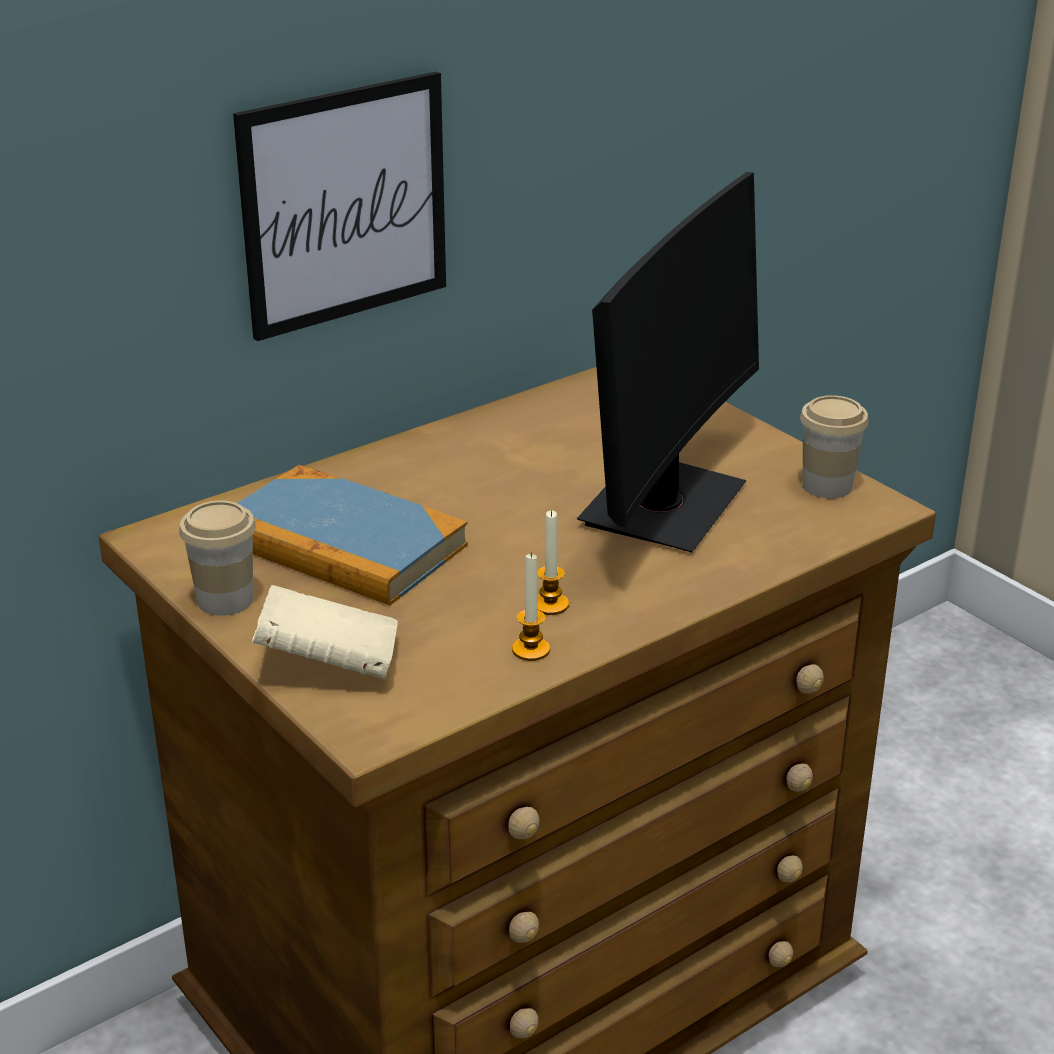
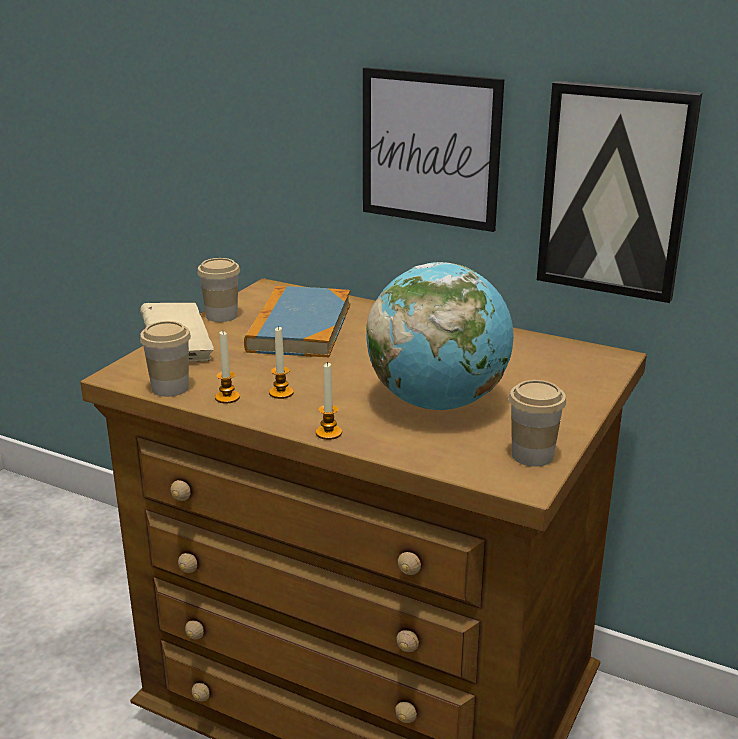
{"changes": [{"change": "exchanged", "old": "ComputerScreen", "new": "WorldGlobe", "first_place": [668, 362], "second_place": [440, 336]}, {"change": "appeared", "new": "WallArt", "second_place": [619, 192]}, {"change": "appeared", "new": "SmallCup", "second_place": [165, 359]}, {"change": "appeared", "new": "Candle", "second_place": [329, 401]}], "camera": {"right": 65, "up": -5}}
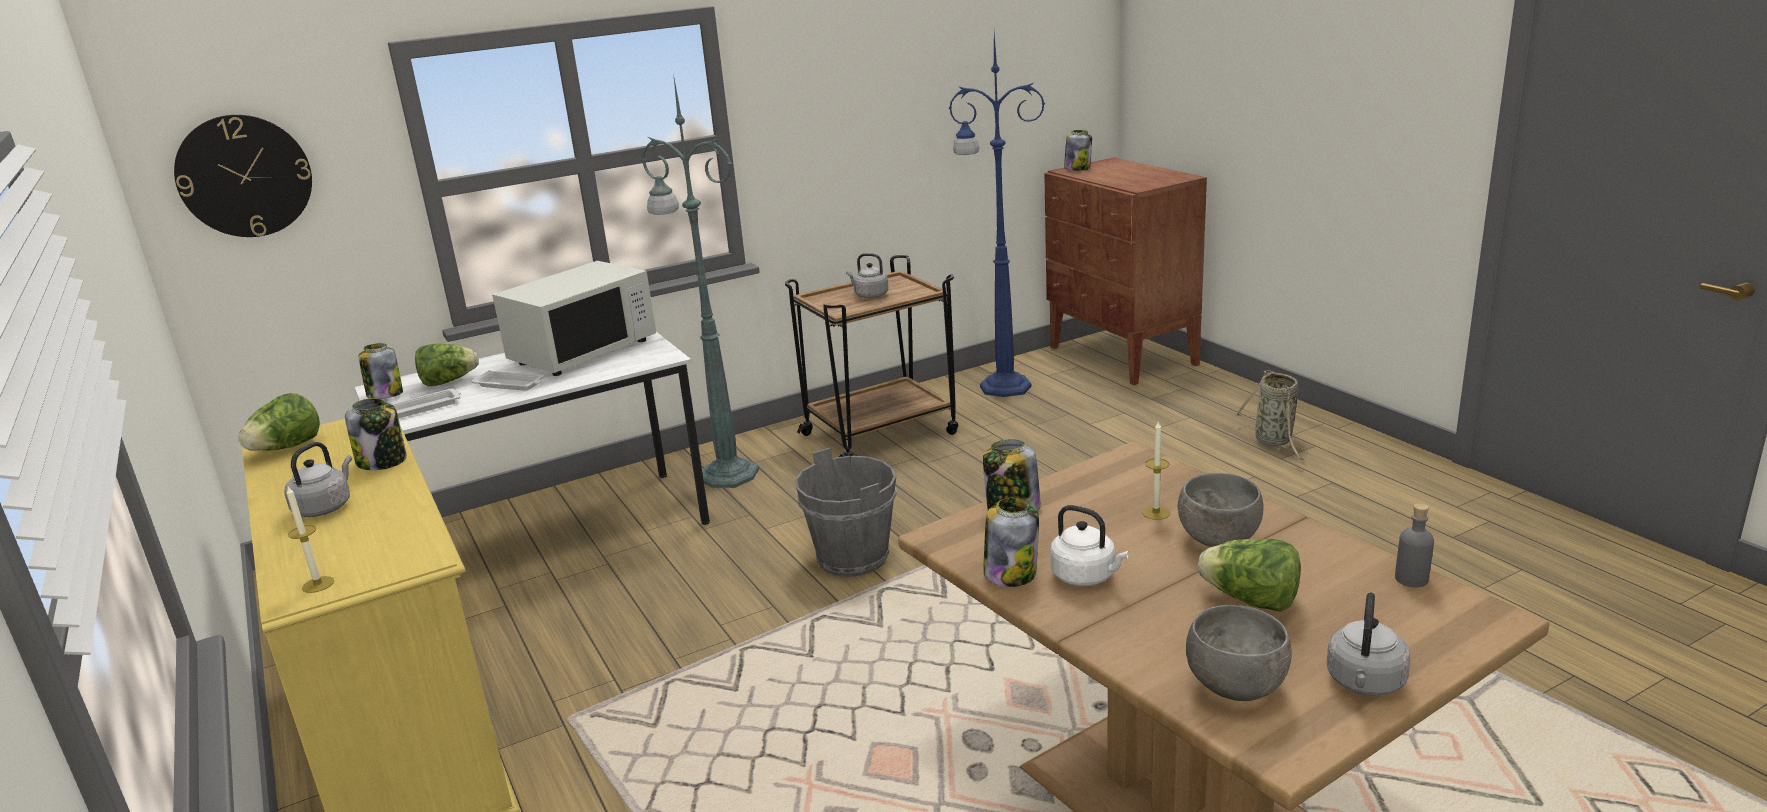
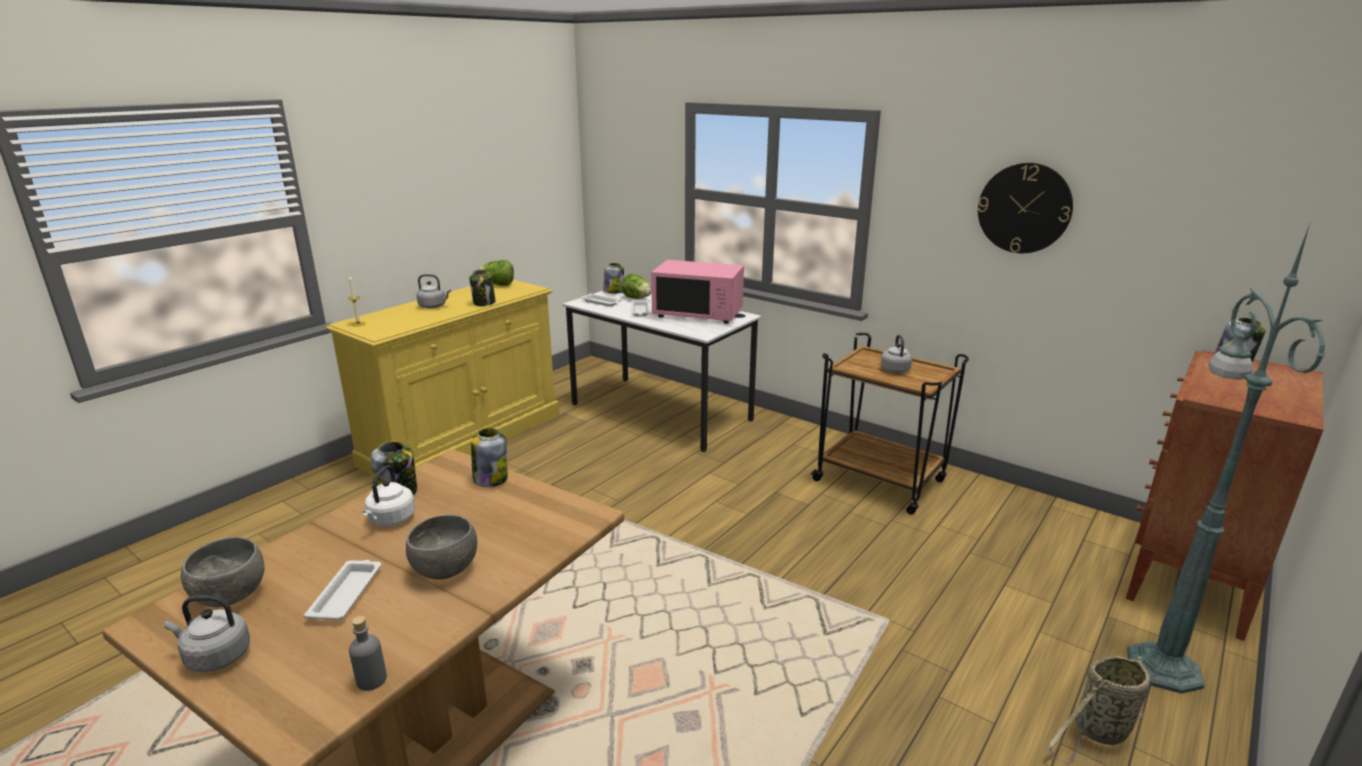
{"changes": [{"change": "missing", "old": "BlueStandardLamp", "first_place": [997, 215]}, {"change": "relocated", "old": "GreenishStandardLamp", "first_place": [700, 280], "second_place": [1226, 459]}, {"change": "relocated", "old": "WallClock", "first_place": [243, 176], "second_place": [1025, 208]}, {"change": "colour", "old": "WhitishKitchenMicrowave", "new": "PinkKitchenMicrowave", "first_place": [574, 318], "second_place": [697, 292]}, {"change": "missing", "old": "Candle", "first_place": [1156, 470]}, {"change": "missing", "old": "GreyPail", "first_place": [846, 512]}, {"change": "exchanged", "old": "Lettuce", "new": "WhitishServingTray", "first_place": [1249, 575], "second_place": [342, 590]}], "camera": {"right": 65, "up": 0}}
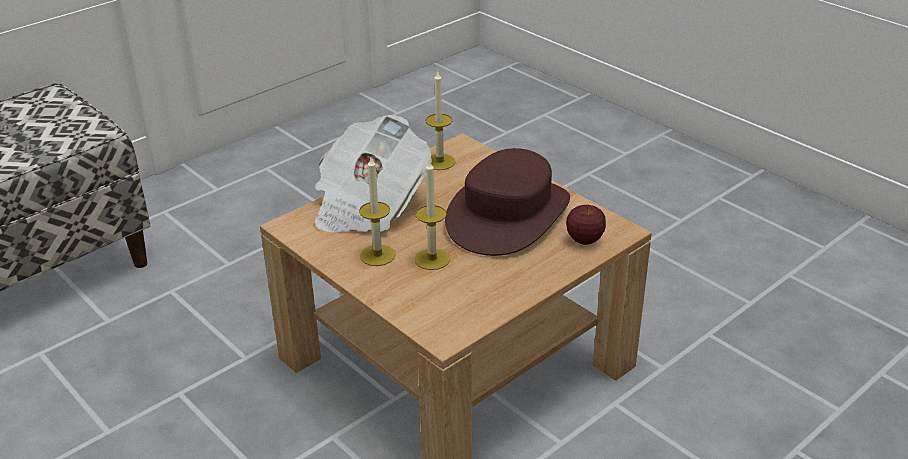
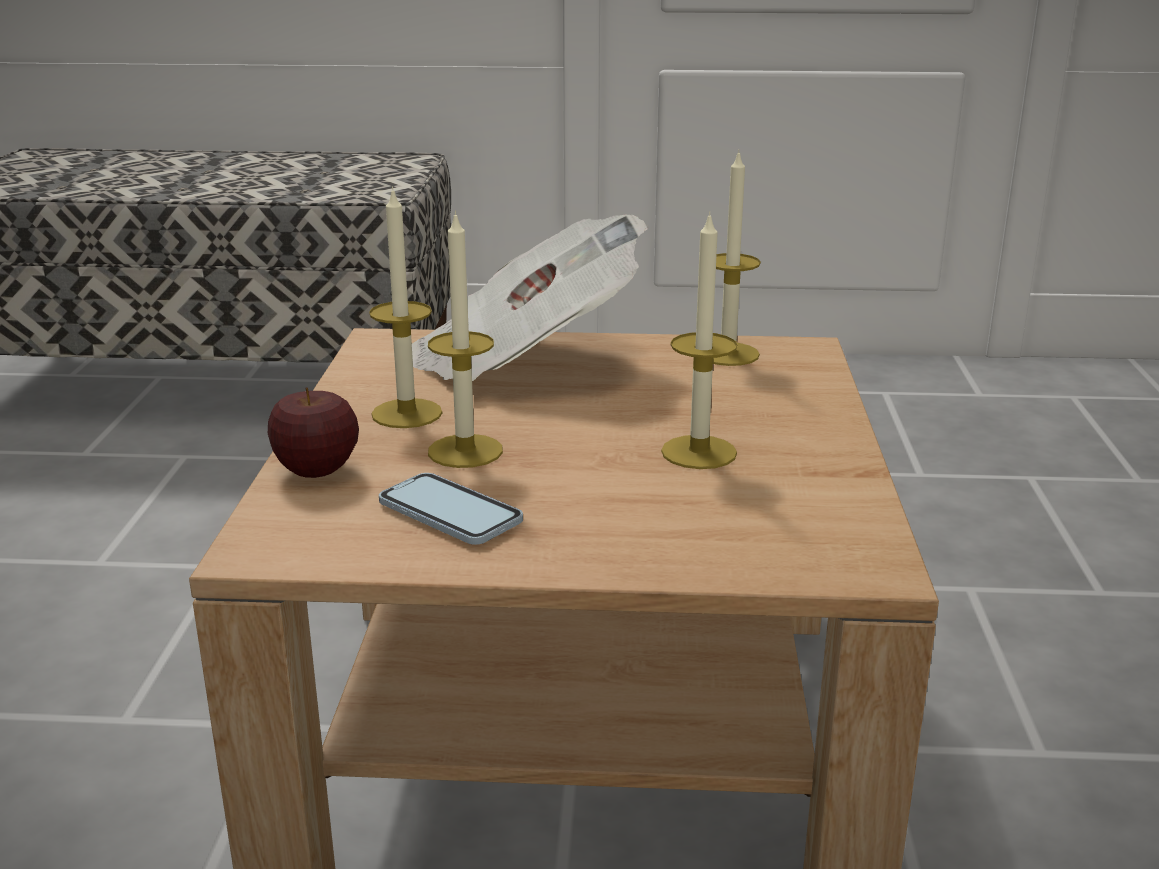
{"changes": [{"change": "exchanged", "old": "BrownColouredWearableHat", "new": "Candle", "first_place": [507, 202], "second_place": [699, 340]}, {"change": "relocated", "old": "WholeApple", "first_place": [586, 225], "second_place": [313, 432]}, {"change": "appeared", "new": "Telephone", "second_place": [451, 509]}], "camera": {"right": 45, "up": -10}}
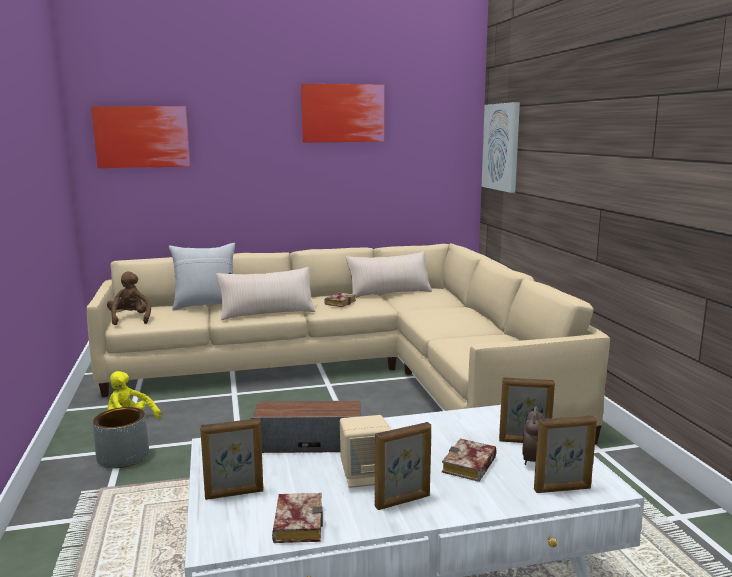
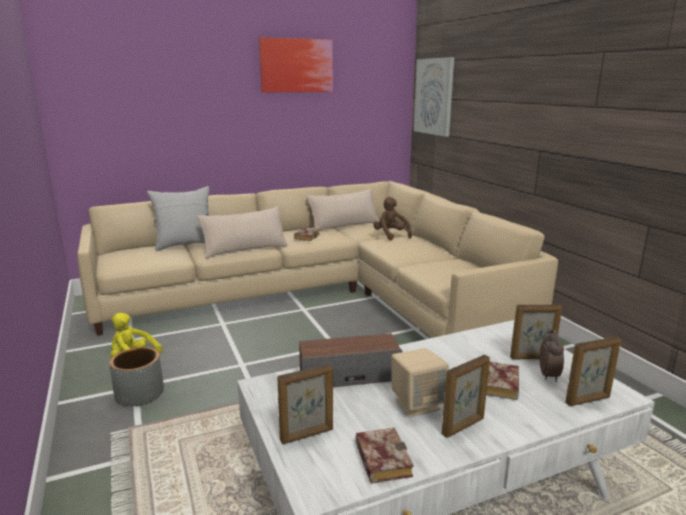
{"changes": [{"change": "missing", "old": "WallArt", "first_place": [140, 137]}, {"change": "relocated", "old": "BrownColouredCuddlyToy", "first_place": [129, 298], "second_place": [392, 218]}], "camera": {"right": -10, "up": 5}}
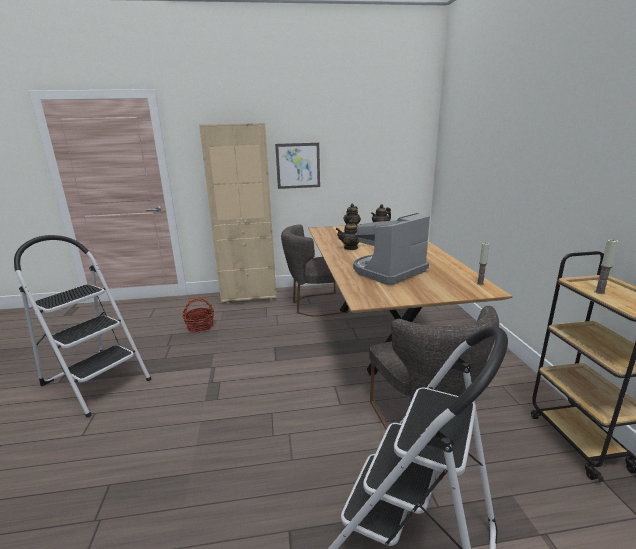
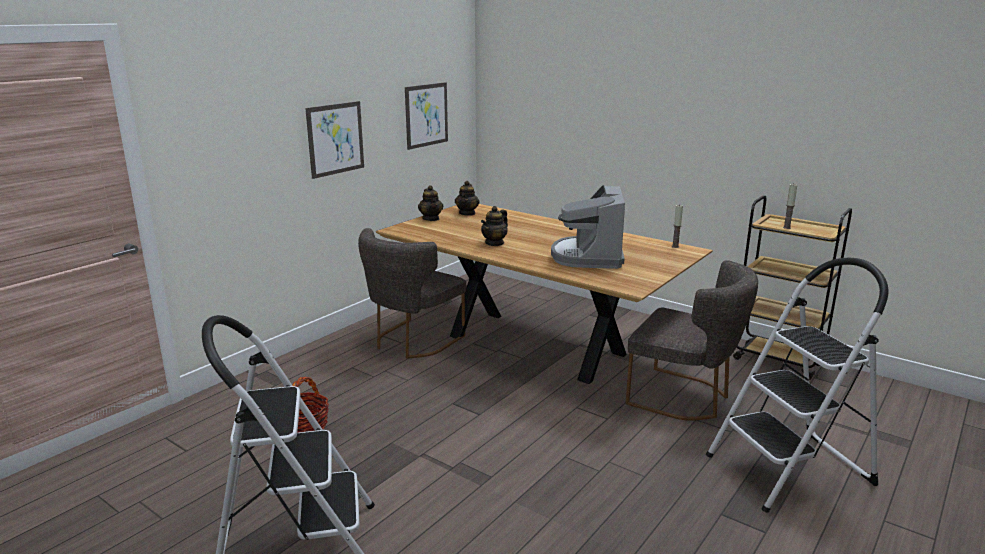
{"changes": [{"change": "missing", "old": "SandColouredCupboard", "first_place": [238, 213]}, {"change": "appeared", "new": "WallArt", "second_place": [426, 116]}], "camera": {"right": -45, "up": 0}}
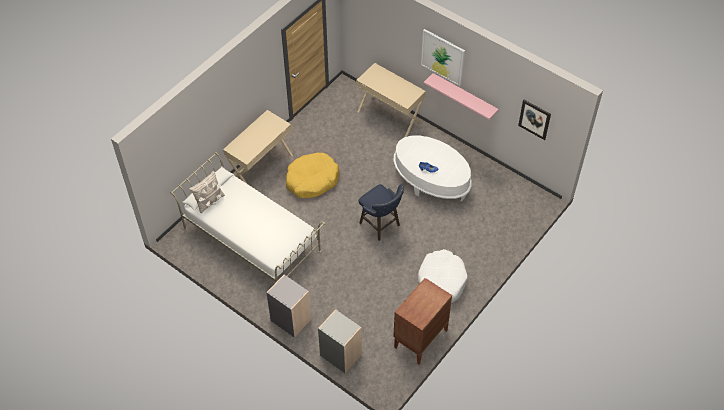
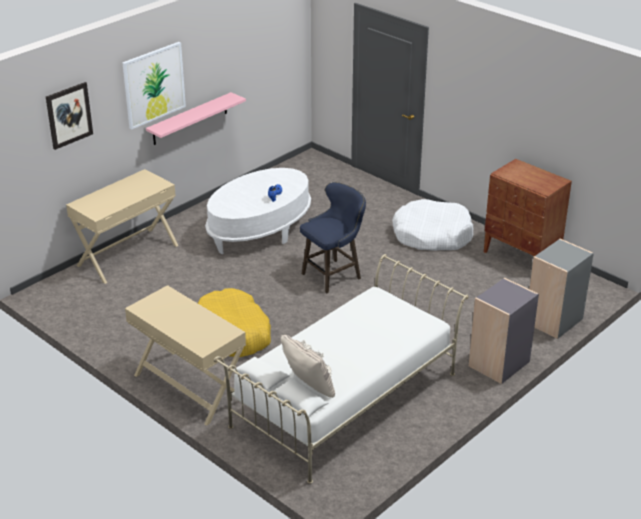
{"changes": [{"change": "relocated", "old": "WallArt", "first_place": [534, 120], "second_place": [69, 116]}], "camera": {"right": -85, "up": -20}}
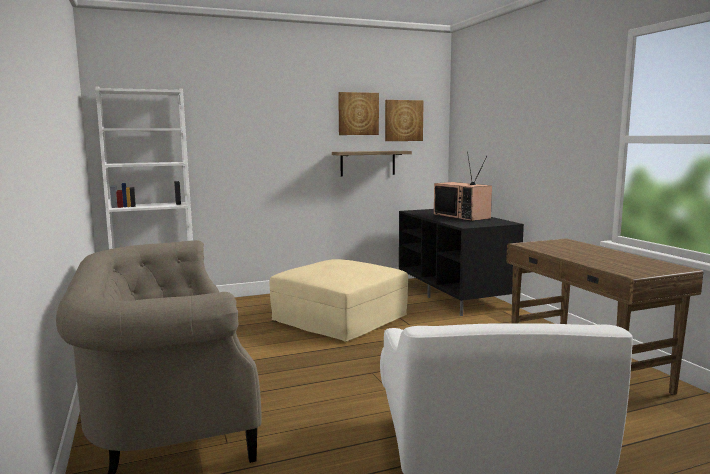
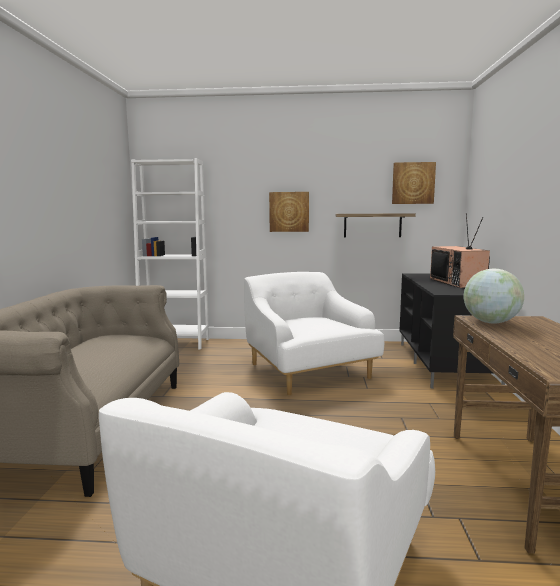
{"changes": [{"change": "relocated", "old": "WallArt", "first_place": [358, 113], "second_place": [289, 212]}, {"change": "exchanged", "old": "SandColouredFootrest", "new": "WhitishLoungeChair", "first_place": [338, 300], "second_place": [314, 333]}, {"change": "appeared", "new": "WorldGlobe", "second_place": [494, 296]}], "camera": {"right": 25, "up": 0}}
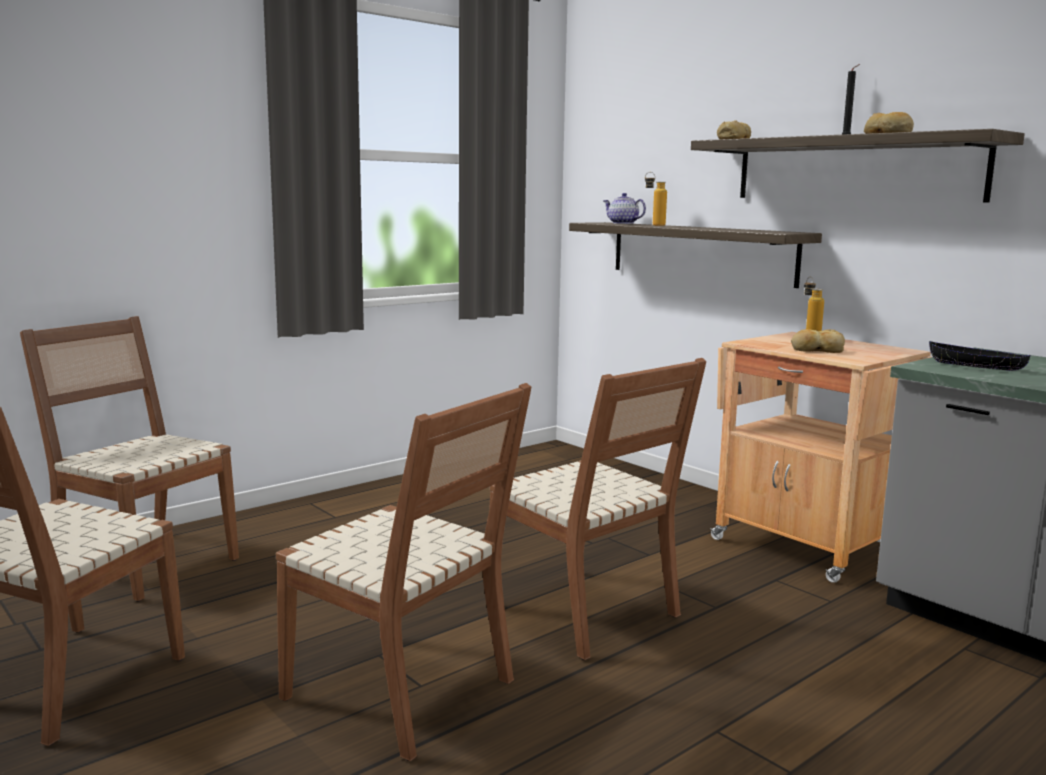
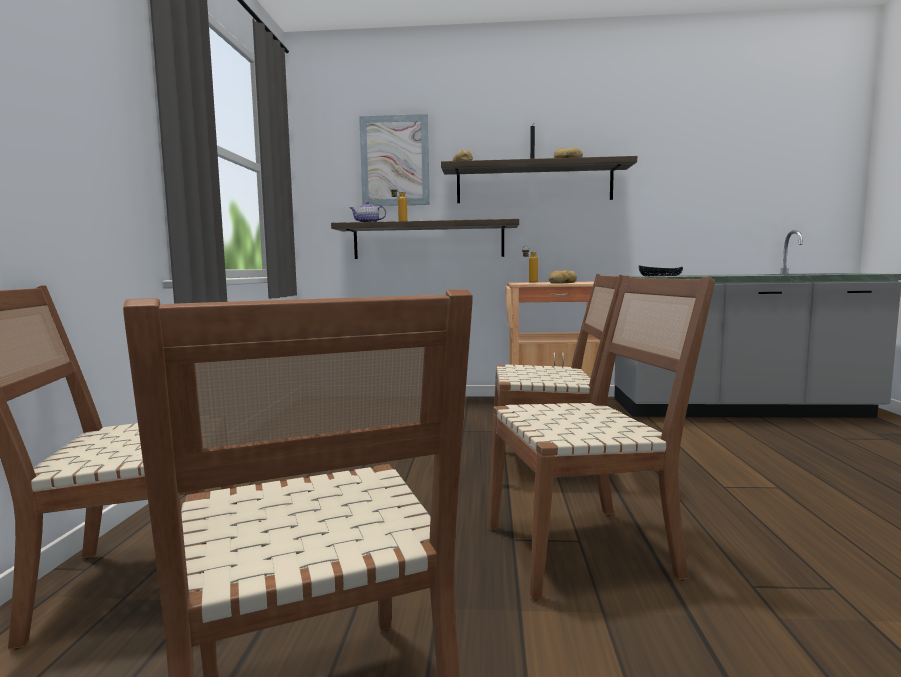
{"changes": [{"change": "appeared", "new": "WallArt", "second_place": [394, 160]}], "camera": {"right": -45, "up": -5}}
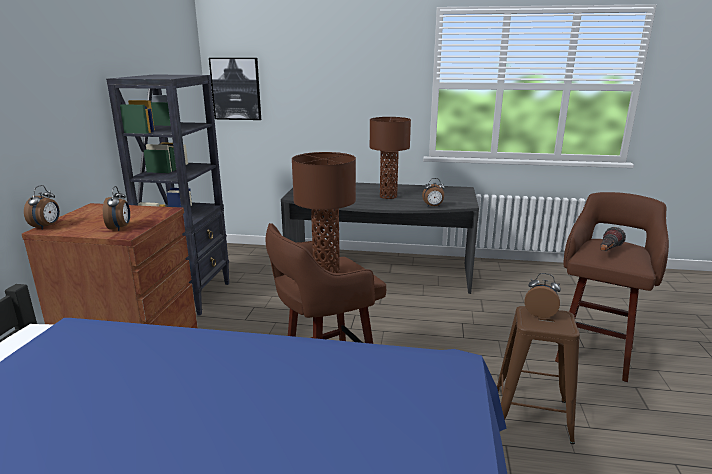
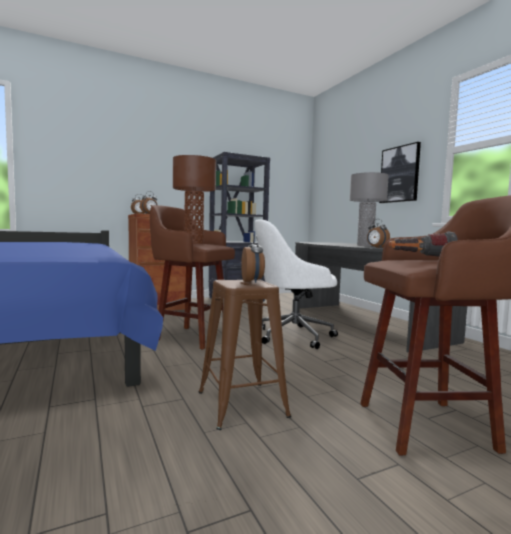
{"changes": [{"change": "relocated", "old": "WallArt", "first_place": [235, 89], "second_place": [400, 172]}, {"change": "colour", "old": "BrownColouredTableLamp", "new": "GreyTableLamp", "first_place": [390, 158], "second_place": [369, 209]}, {"change": "appeared", "new": "WhitishOfficeChair", "second_place": [296, 284]}], "camera": {"right": 55, "up": -15}}
